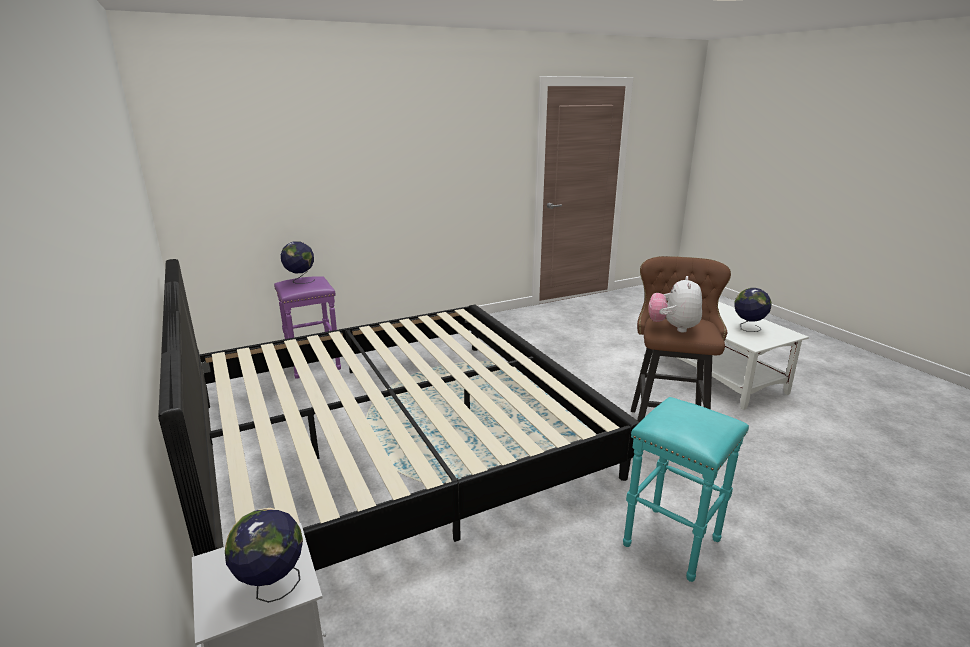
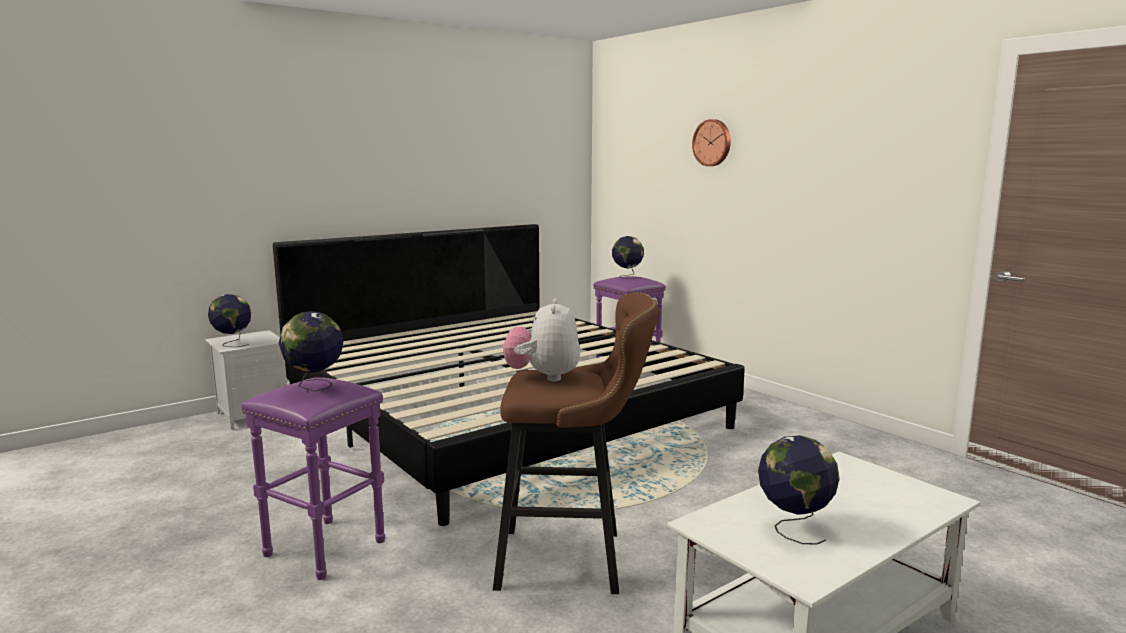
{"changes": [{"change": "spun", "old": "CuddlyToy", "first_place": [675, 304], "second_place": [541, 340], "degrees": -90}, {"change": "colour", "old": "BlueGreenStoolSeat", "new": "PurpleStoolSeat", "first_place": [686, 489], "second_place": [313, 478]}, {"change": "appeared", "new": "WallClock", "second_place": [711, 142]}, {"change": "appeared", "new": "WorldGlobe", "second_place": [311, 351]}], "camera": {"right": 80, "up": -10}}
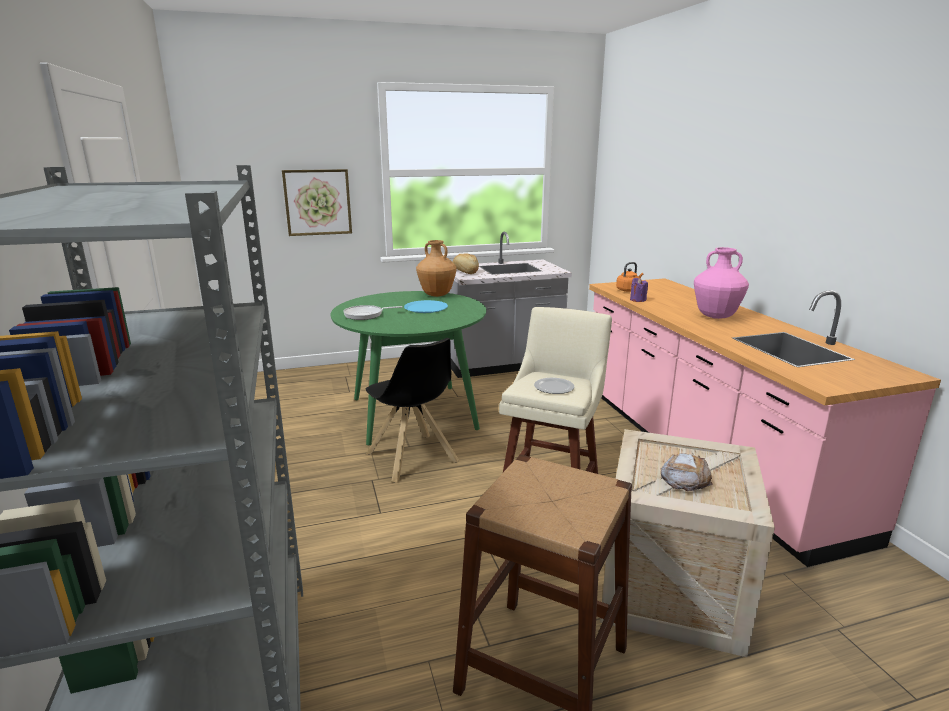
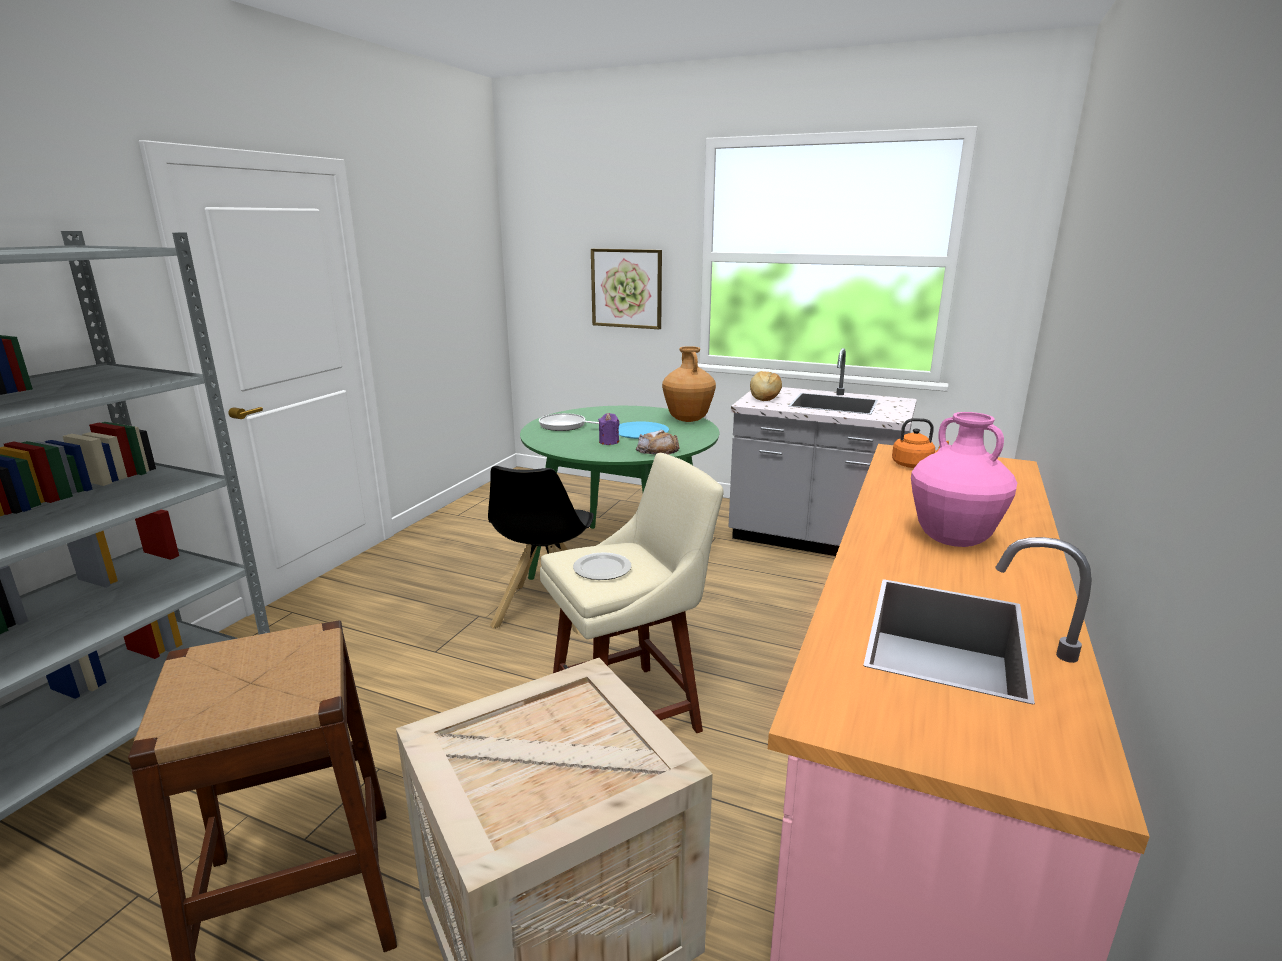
{"changes": [{"change": "relocated", "old": "PurpleCandle", "first_place": [639, 290], "second_place": [608, 429]}, {"change": "relocated", "old": "BakedBread", "first_place": [687, 472], "second_place": [658, 442]}], "camera": {"right": 40, "up": 0}}
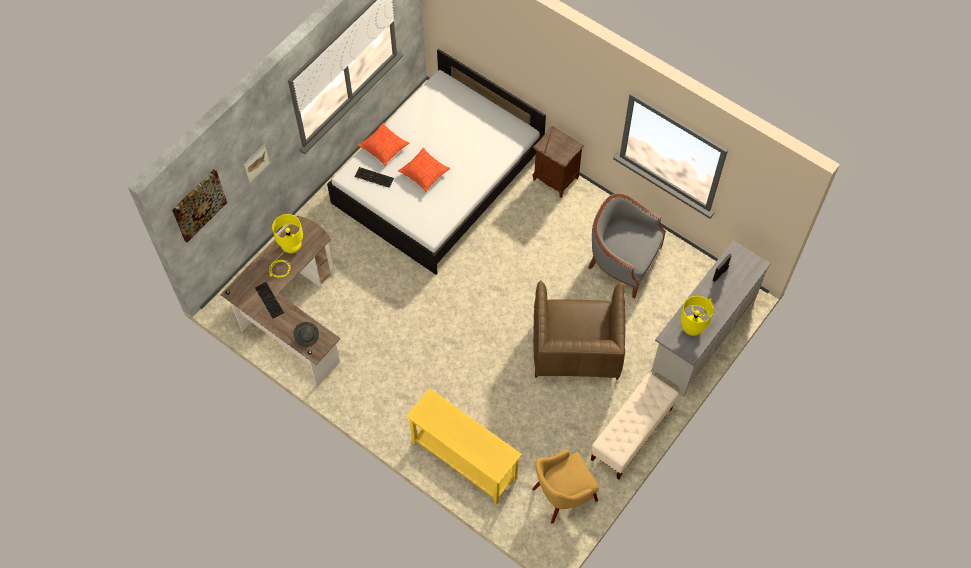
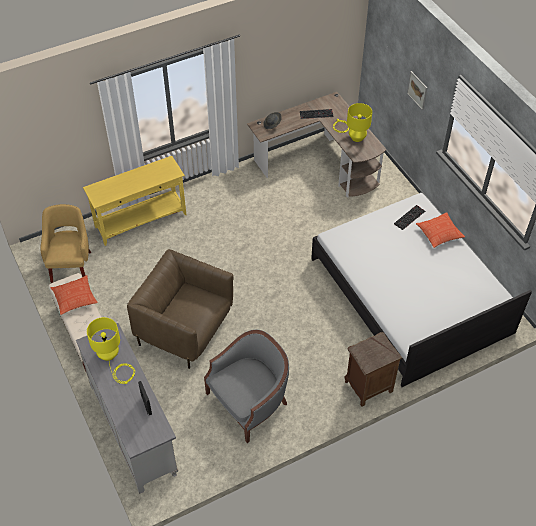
{"changes": [{"change": "relocated", "old": "OrangeColouredCushion", "first_place": [424, 170], "second_place": [74, 295]}, {"change": "missing", "old": "WallArt", "first_place": [199, 205]}], "camera": {"right": 115, "up": -10}}
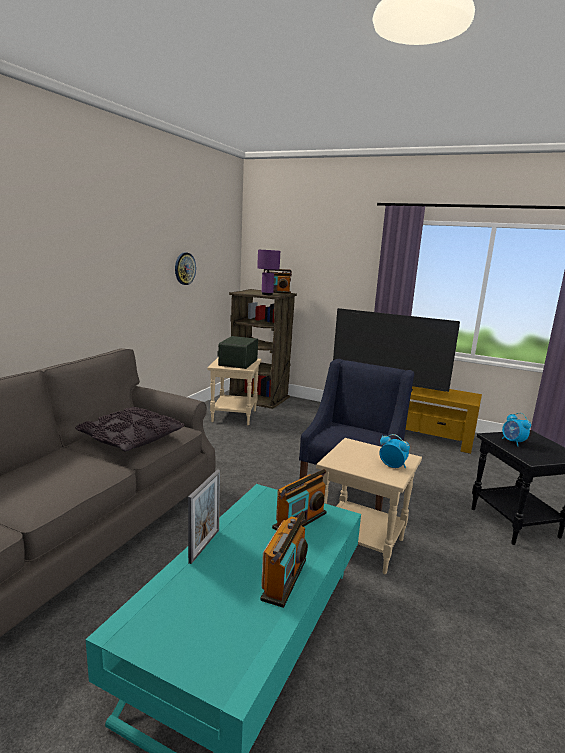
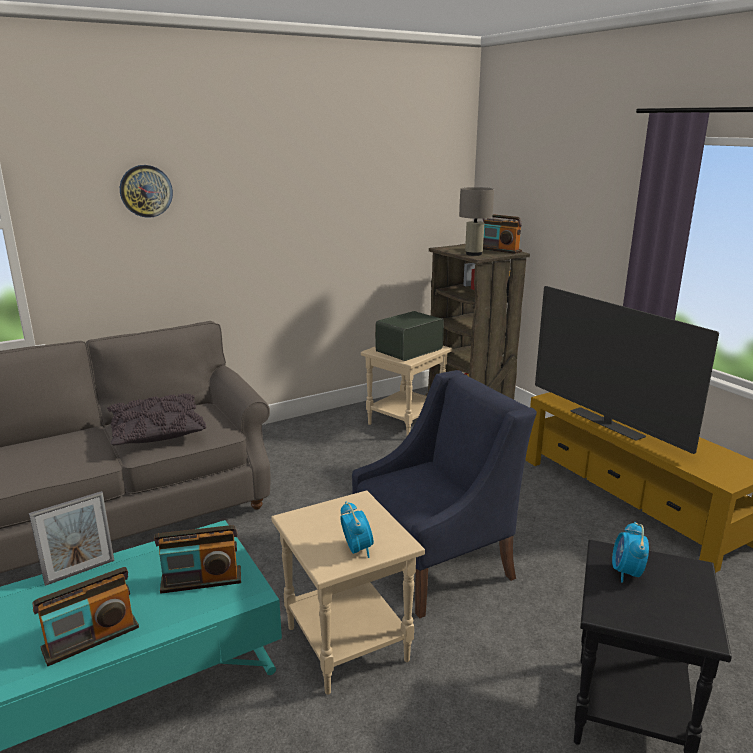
{"changes": [{"change": "colour", "old": "PurpleTableLamp", "new": "GreyTableLamp", "first_place": [268, 272], "second_place": [476, 221]}, {"change": "relocated", "old": "WallClock", "first_place": [185, 268], "second_place": [146, 191]}], "camera": {"right": 35, "up": 5}}
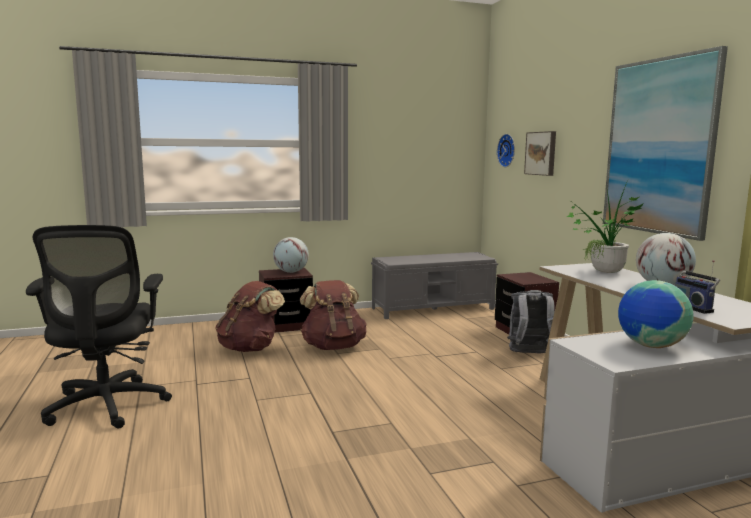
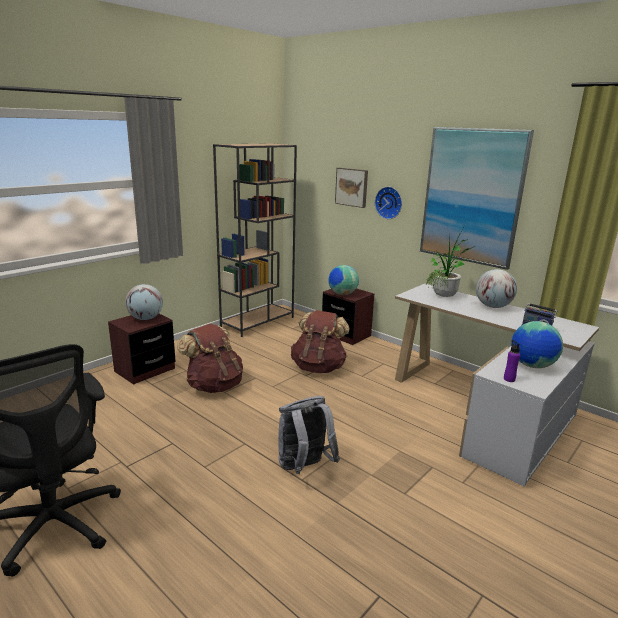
{"changes": [{"change": "relocated", "old": "WallClock", "first_place": [506, 150], "second_place": [388, 203]}, {"change": "exchanged", "old": "GreyIndoorBench", "new": "Bookcase", "first_place": [434, 285], "second_place": [255, 240]}, {"change": "relocated", "old": "BrownColouredKnapsack", "first_place": [250, 316], "second_place": [320, 341]}, {"change": "relocated", "old": "GreyKnapsack", "first_place": [531, 321], "second_place": [309, 435]}, {"change": "appeared", "new": "WorldGlobe", "second_place": [343, 280]}, {"change": "appeared", "new": "PurpleBeverageBottle", "second_place": [512, 361]}], "camera": {"right": -30, "up": 10}}
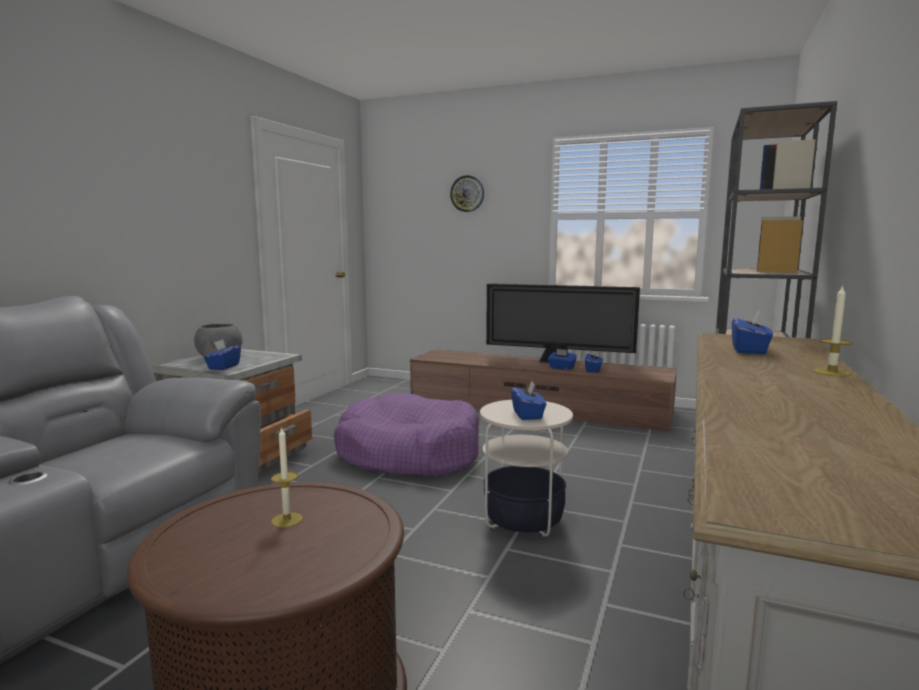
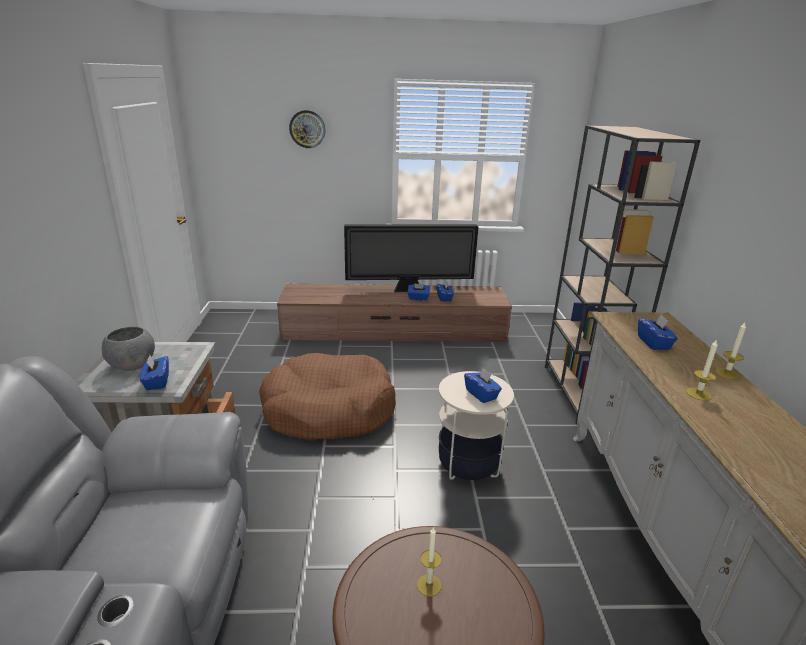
{"changes": [{"change": "colour", "old": "PurpleDogBed", "new": "BrownColouredDogBed", "first_place": [406, 435], "second_place": [327, 397]}, {"change": "appeared", "new": "Candle", "second_place": [702, 370]}], "camera": {"right": -25, "up": 15}}
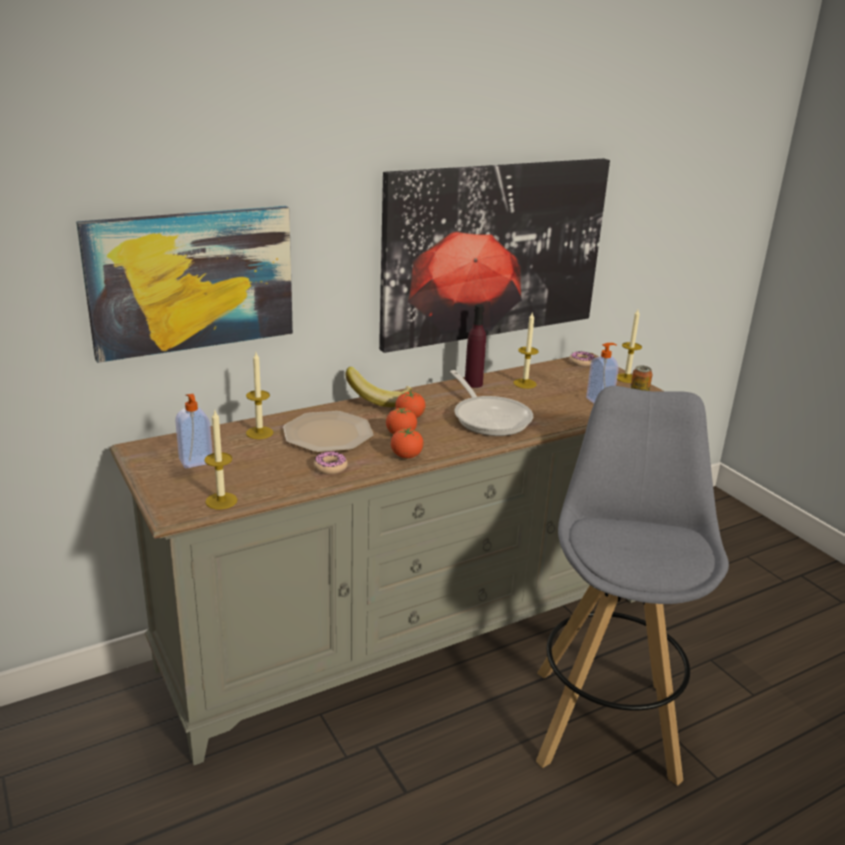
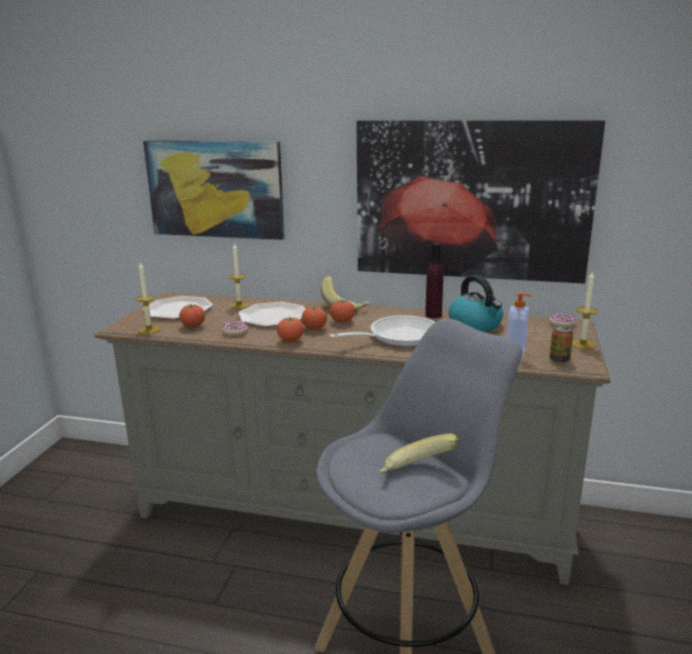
{"changes": [{"change": "exchanged", "old": "Candle", "new": "TeaKettle", "first_place": [525, 351], "second_place": [476, 303]}, {"change": "spun", "old": "Pan", "first_place": [491, 403], "second_place": [382, 331], "degrees": -135}, {"change": "exchanged", "old": "LiquidSoapBottle", "new": "FlatDish", "first_place": [193, 431], "second_place": [178, 307]}, {"change": "appeared", "new": "FreshTomato", "second_place": [192, 315]}, {"change": "appeared", "new": "Banana", "second_place": [419, 453]}], "camera": {"right": 45, "up": -5}}
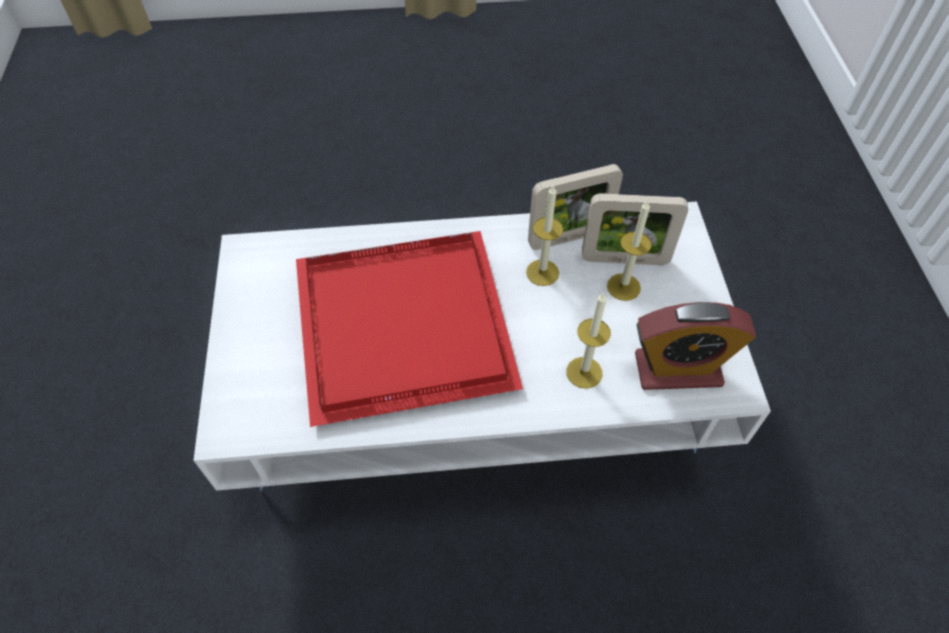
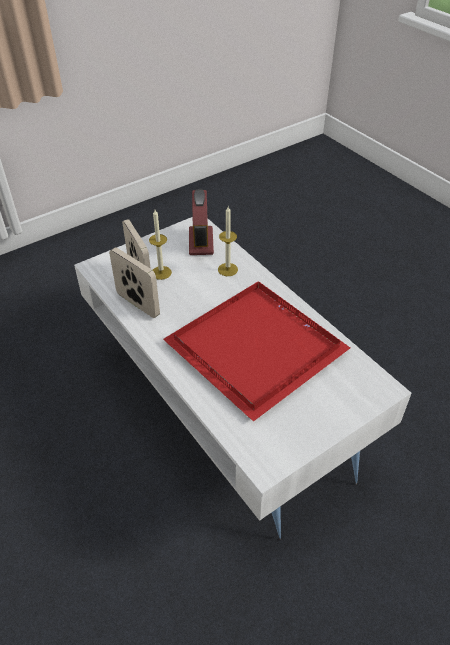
{"changes": [{"change": "missing", "old": "Candle", "first_place": [544, 235]}, {"change": "spun", "old": "AlarmClock", "first_place": [695, 346], "second_place": [201, 222], "degrees": -150}], "camera": {"right": -120, "up": -10}}
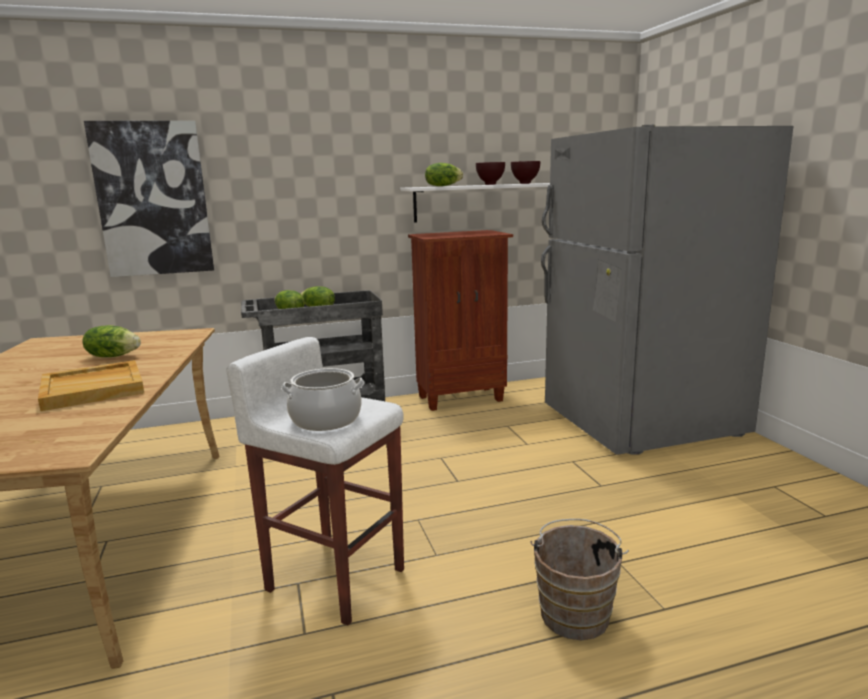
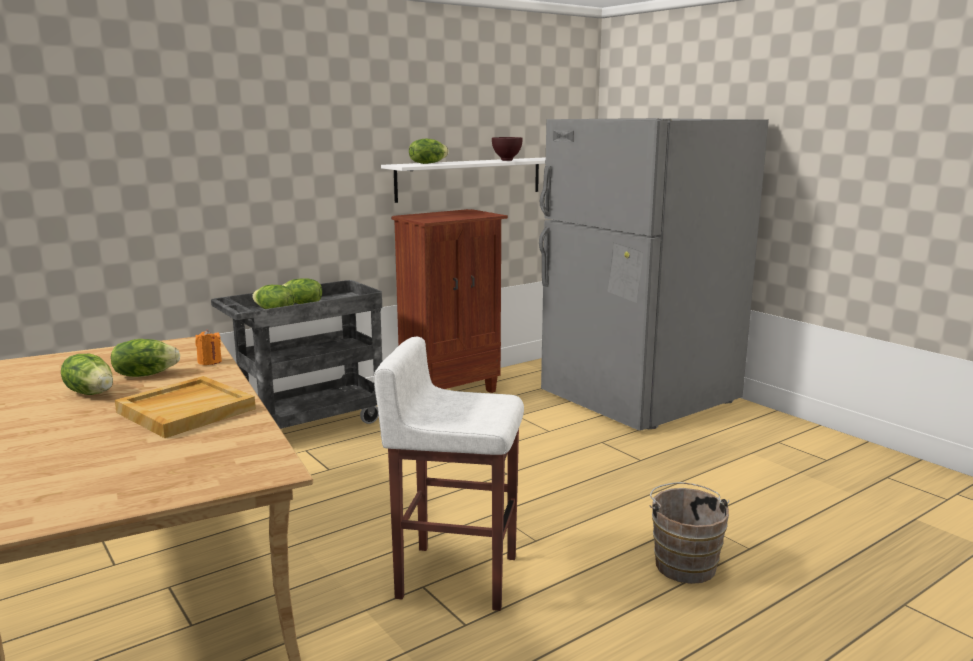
{"changes": [{"change": "missing", "old": "WallArt", "first_place": [149, 199]}, {"change": "missing", "old": "BrownColouredDeepDish", "first_place": [490, 173]}, {"change": "missing", "old": "Saucepot", "first_place": [323, 399]}, {"change": "appeared", "new": "OrangeColouredCandle", "second_place": [208, 347]}, {"change": "appeared", "new": "Lettuce", "second_place": [87, 374]}], "camera": {"right": -20, "up": 0}}
